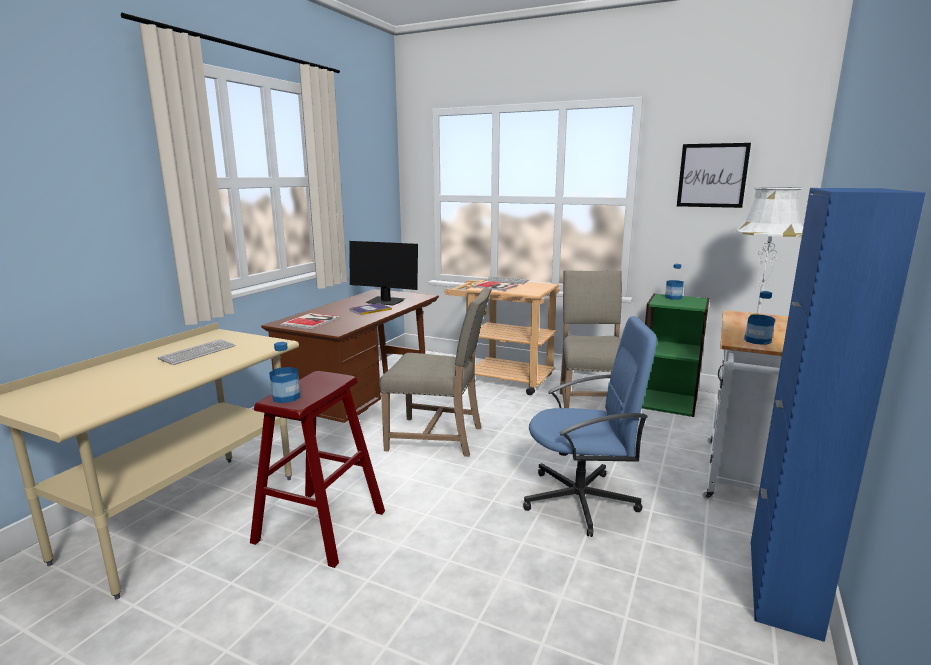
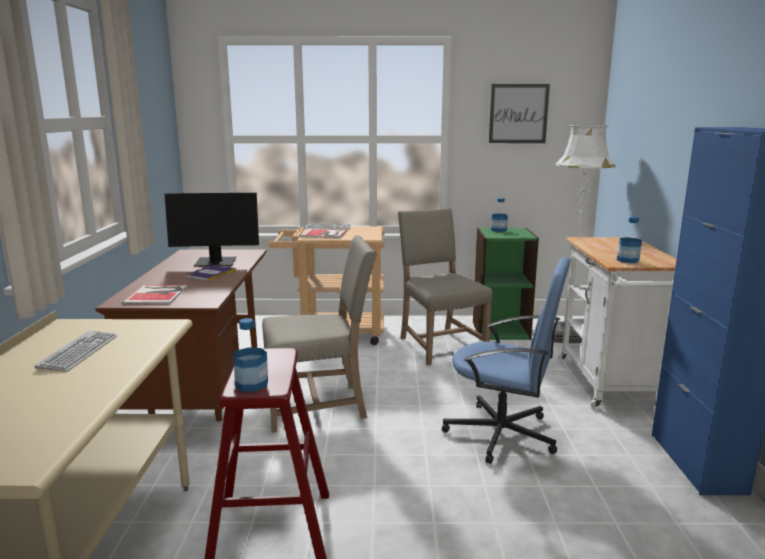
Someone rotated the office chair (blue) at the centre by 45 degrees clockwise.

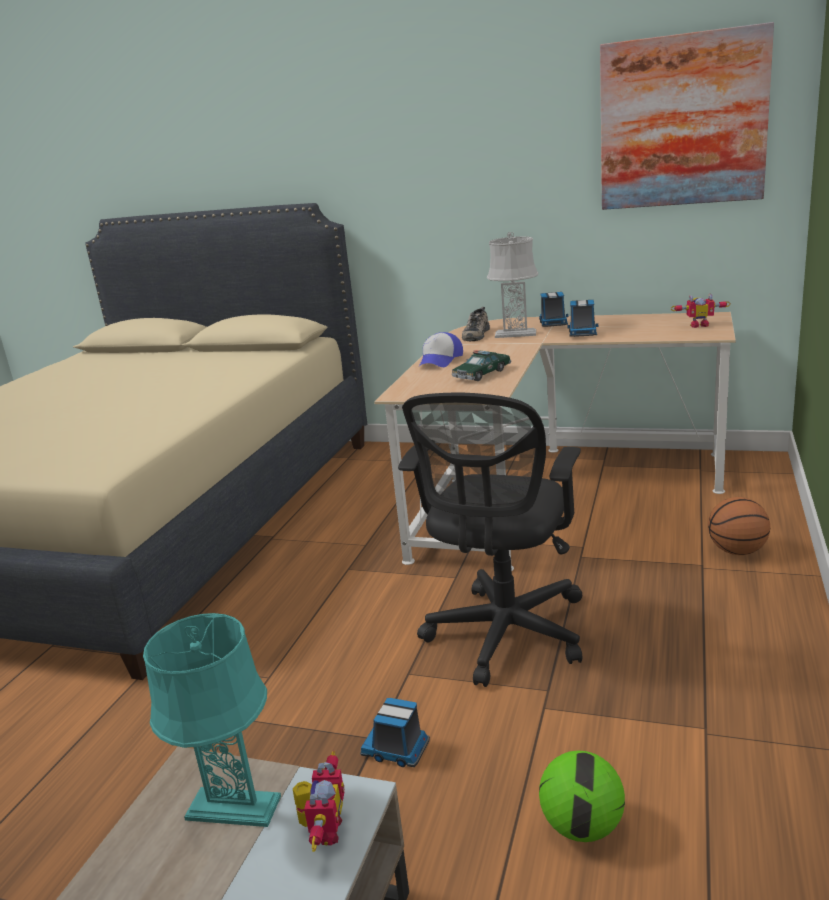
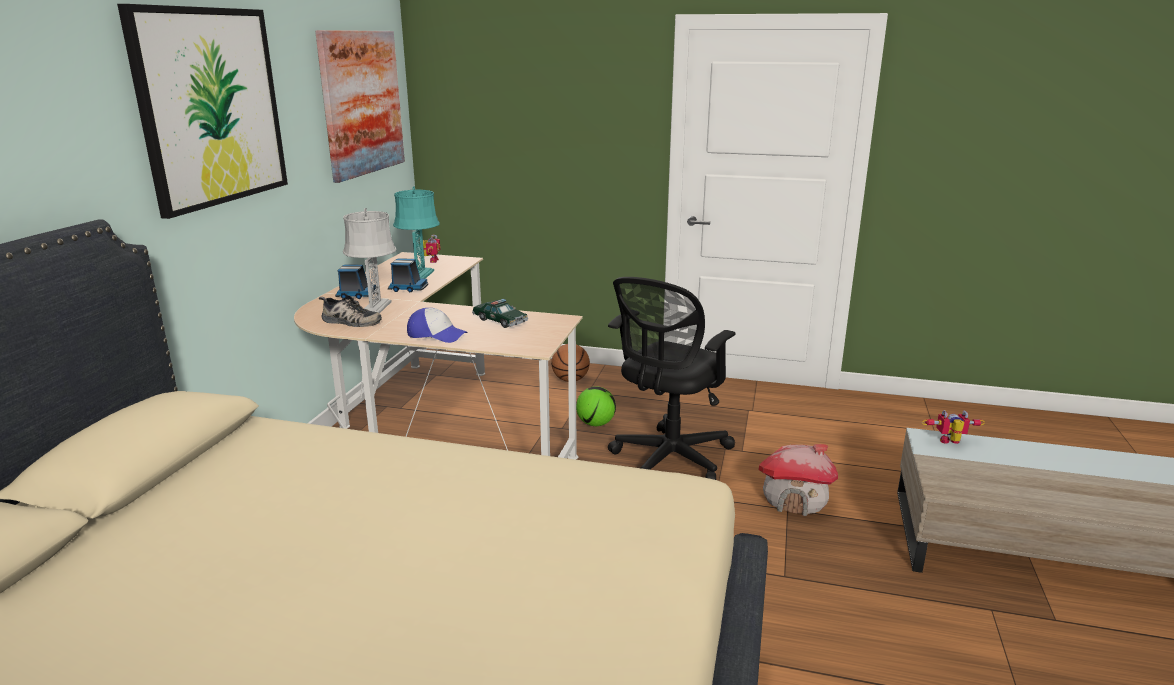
Someone carried the table lamp (turquoise) from the bottom left to the centre. Someone swapped the toy truck (1st from left) at the bottom centre for the toy house at the bottom right. Someone rotated the office chair (black) at the centre by 105 degrees clockwise. Someone carried the football from the bottom right to the centre. Someone put up the picture (1st from left) at the top left.

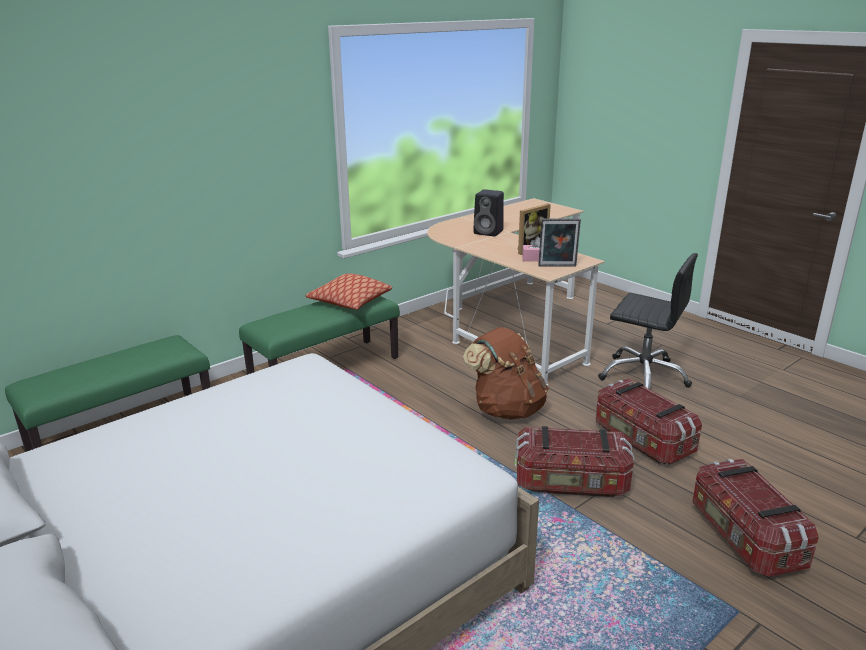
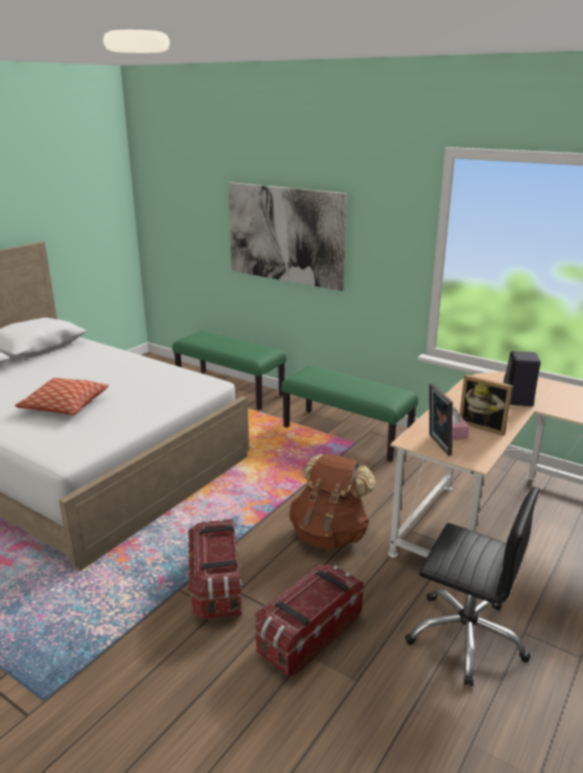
Someone carried the pillow from the centre to the middle left. Someone rotated the office chair (black) at the middle right by 75 degrees counterclockwise. Someone took away the storage box (3rd from left) at the bottom right. Someone put up the picture at the top centre.

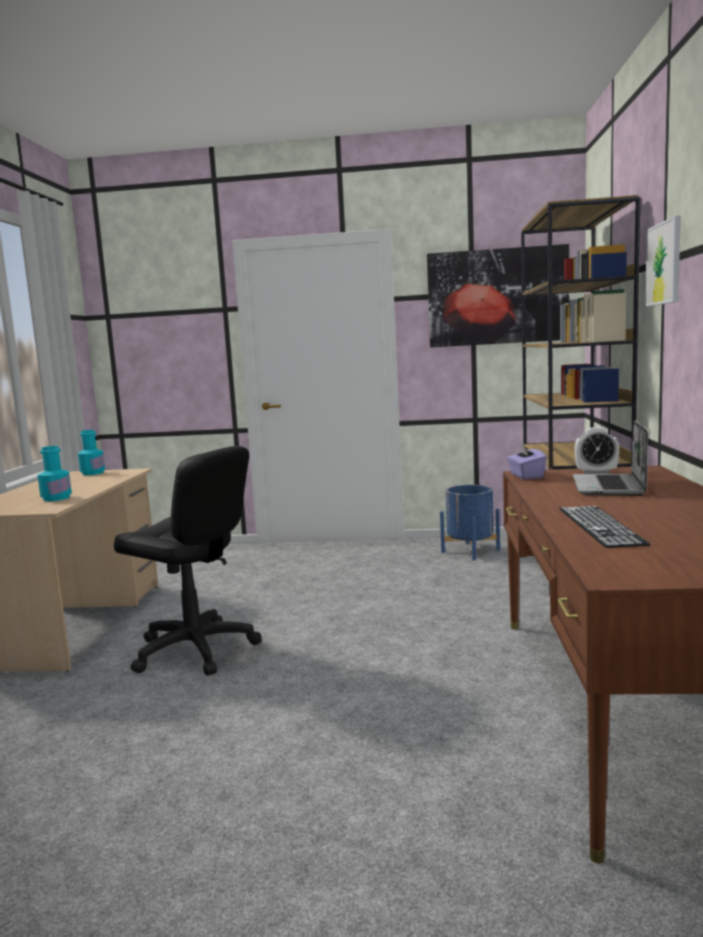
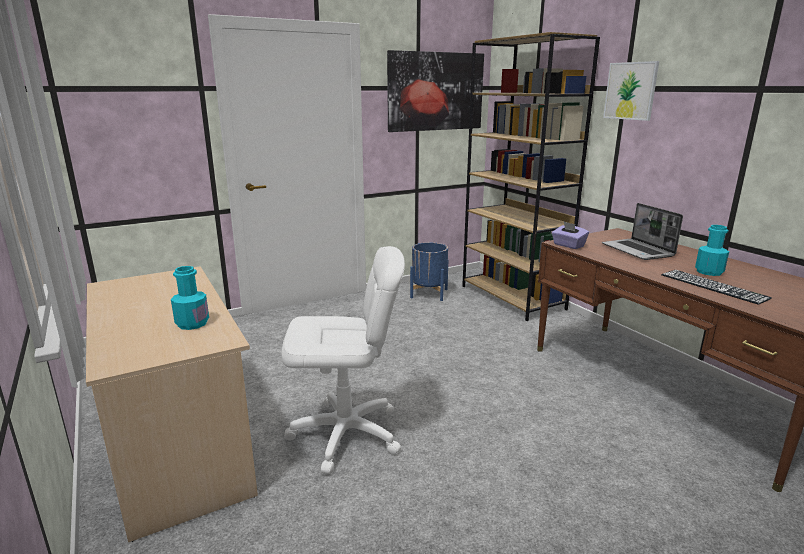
Someone carried the bottle (turquoise) (2nd from left) from the middle left to the middle right. Someone repainted the office chair (black) at the middle left, which became the office chair (white) at the centre. Someone took away the alarm clock at the middle right.

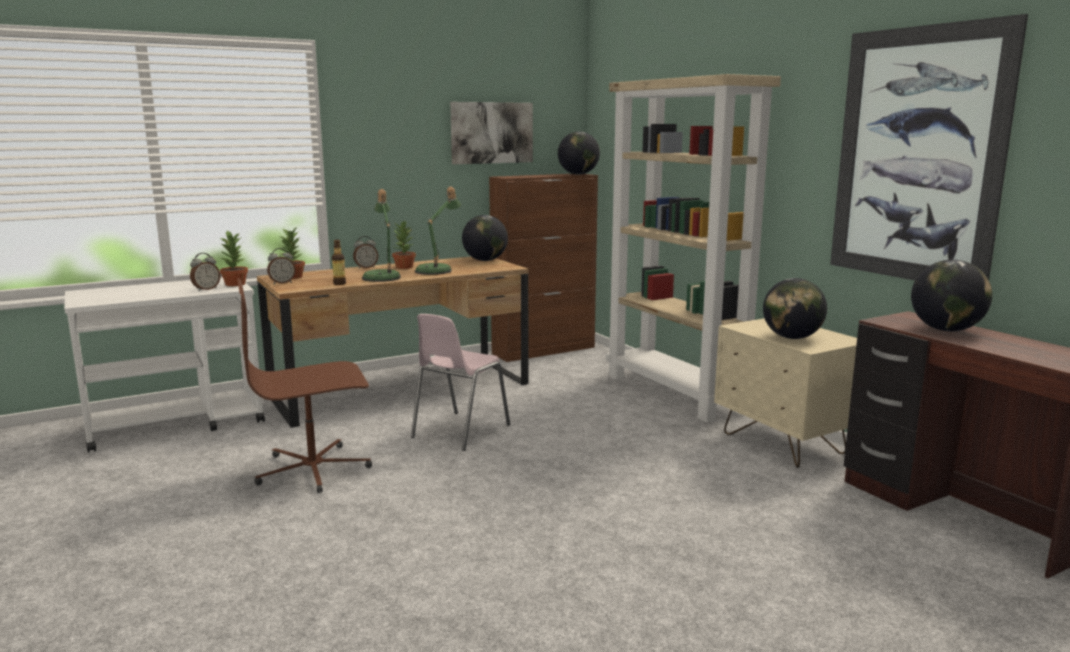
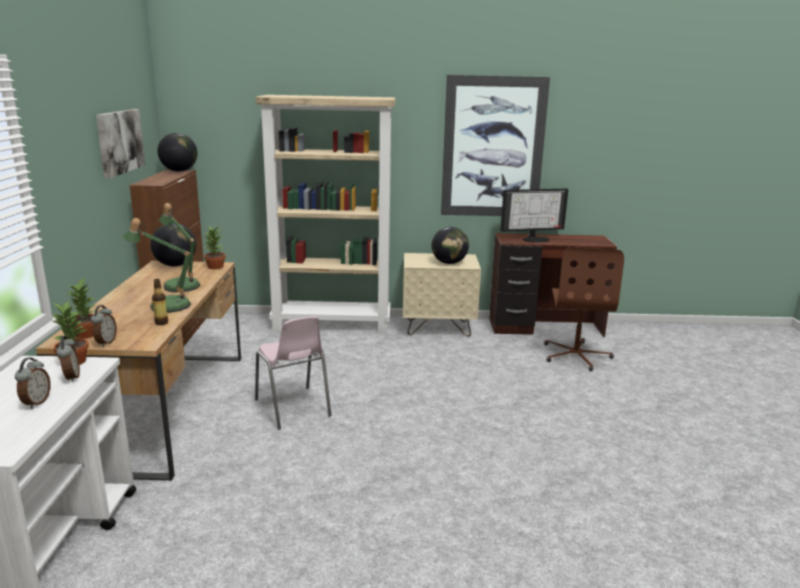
Someone carried the office chair (brown) from the middle left to the middle right. Someone carried the alarm clock (3rd from left in the first image) from the centre to the middle left. Someone carried the potted plant (3rd from left) from the centre to the middle left. Someone swapped the globe (4th from left) at the middle right for the monitor at the middle right.

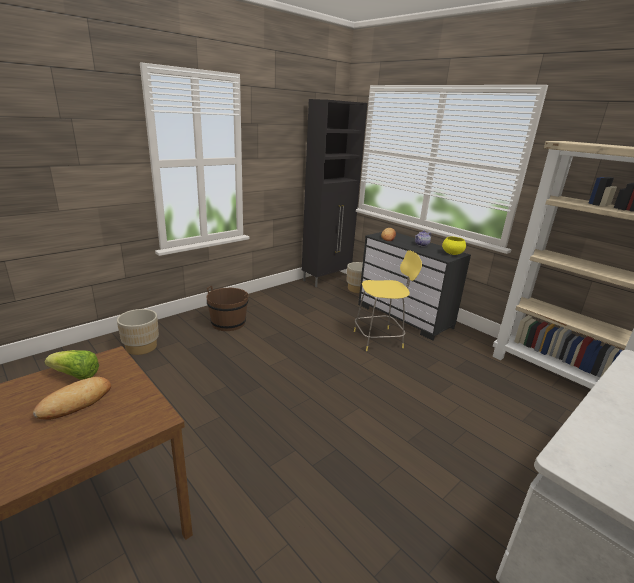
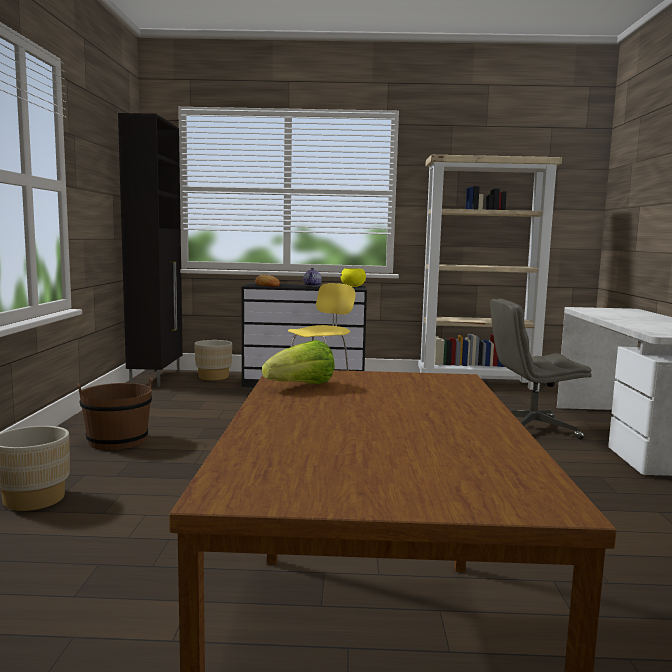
Someone took away the bread (1st from left) at the bottom left. Someone put down the office chair (grey) at the middle right.

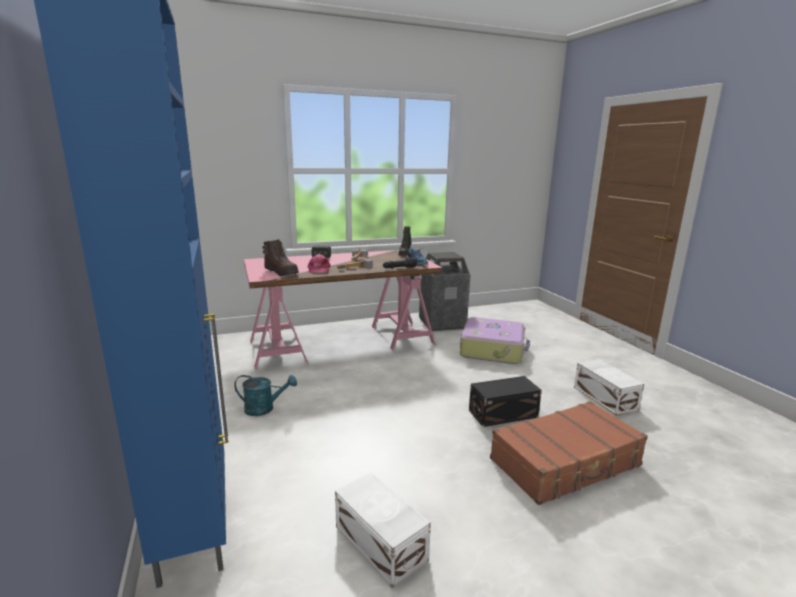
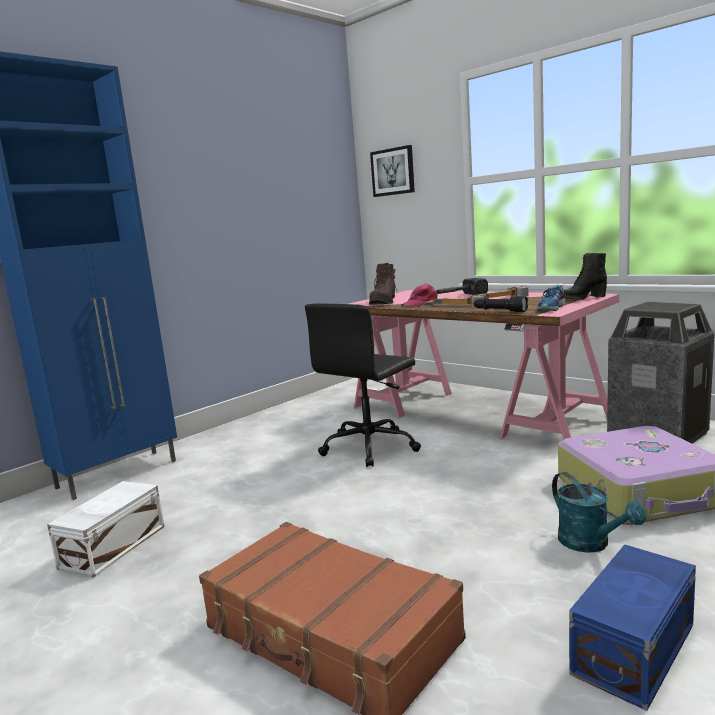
Someone carried the watering can (turquoise) from the middle left to the bottom right. Someone took away the storage box (black) at the bottom centre. Someone repainted the storage box (white) (2nd from left) at the middle right, which became the storage box (blue) at the bottom right. Someone put down the office chair (black) at the centre. Someone put up the picture at the top centre.

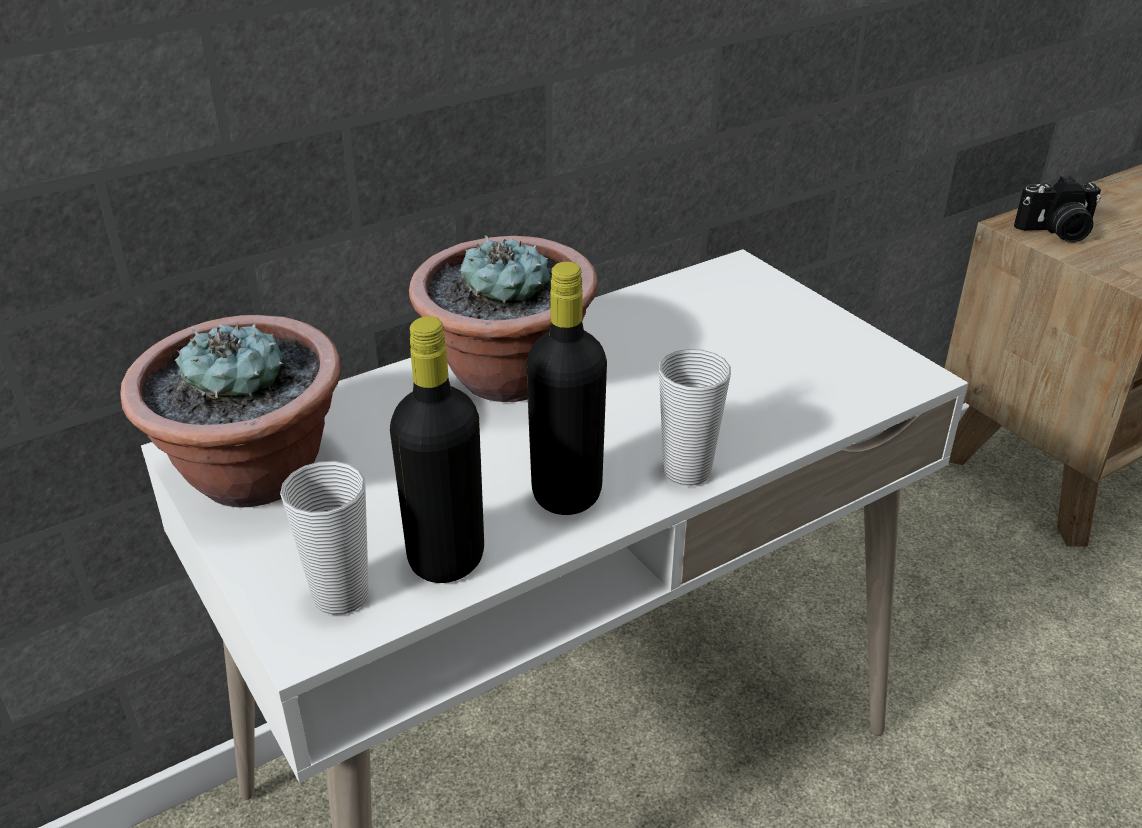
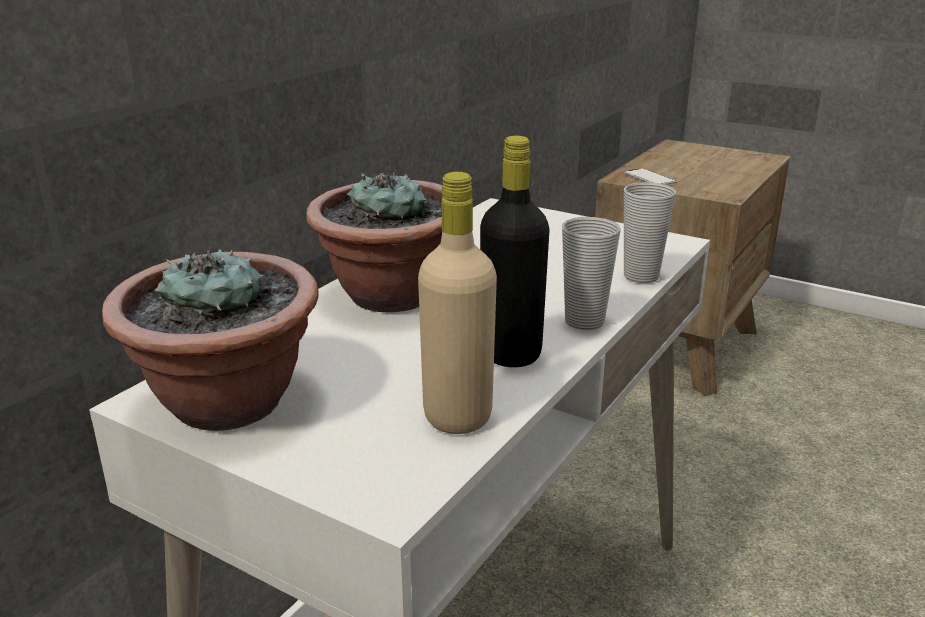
Someone carried the cup (1st from left in the first image) from the middle left to the middle right. Someone repainted the bottle (black) (1st from left) at the centre, which became the bottle (beige) at the centre. Someone swapped the photo camera at the top right for the phone at the top right.

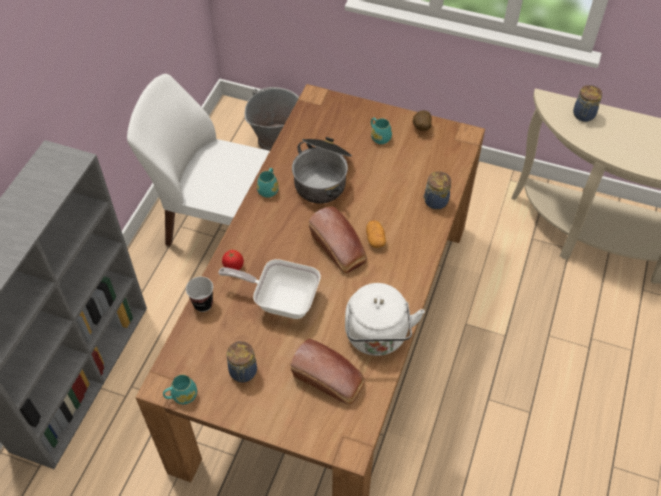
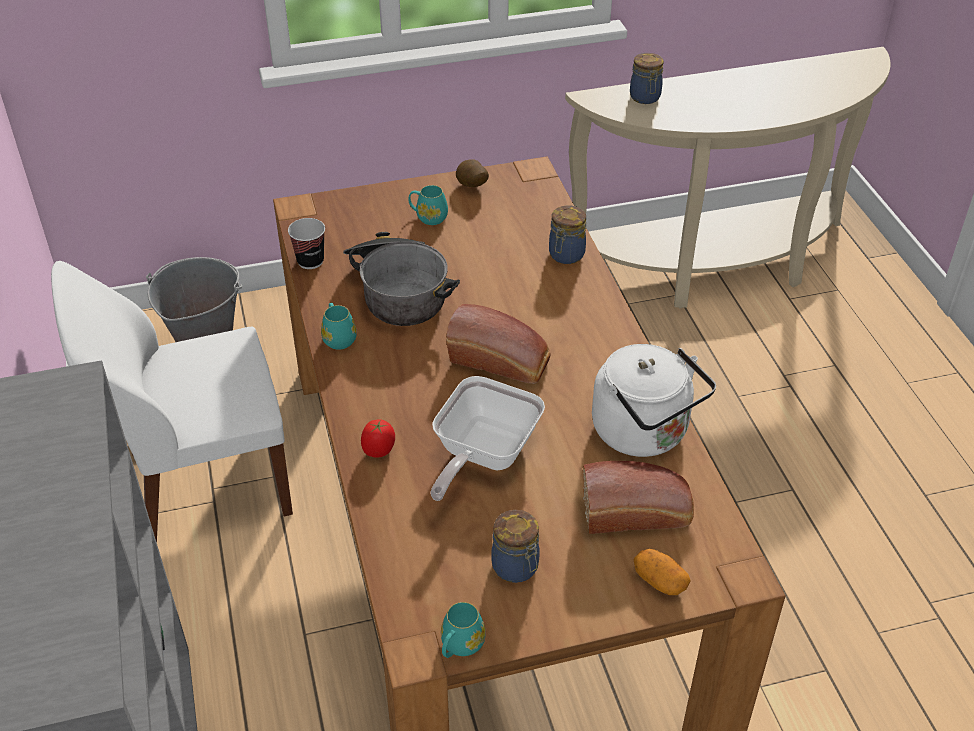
Someone carried the cup from the middle left to the top left. Someone rotated the frying pan at the centre by 45 degrees counterclockwise. Someone carried the potato (1st from left in the first image) from the centre to the bottom right.

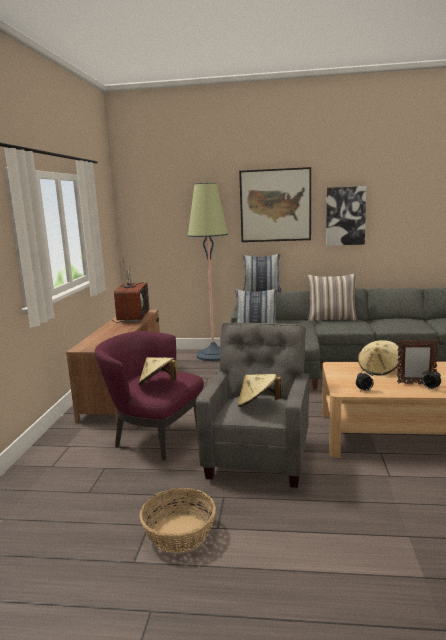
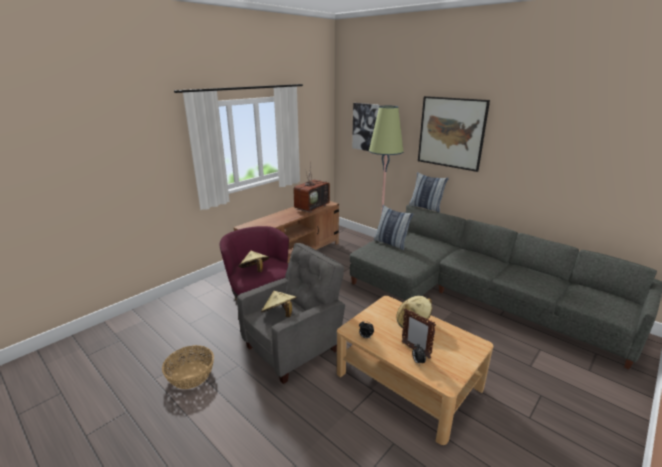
Someone took away the pillow (3rd from left) at the middle right. Someone carried the picture (2nd from left in the first image) from the middle right to the top centre.

